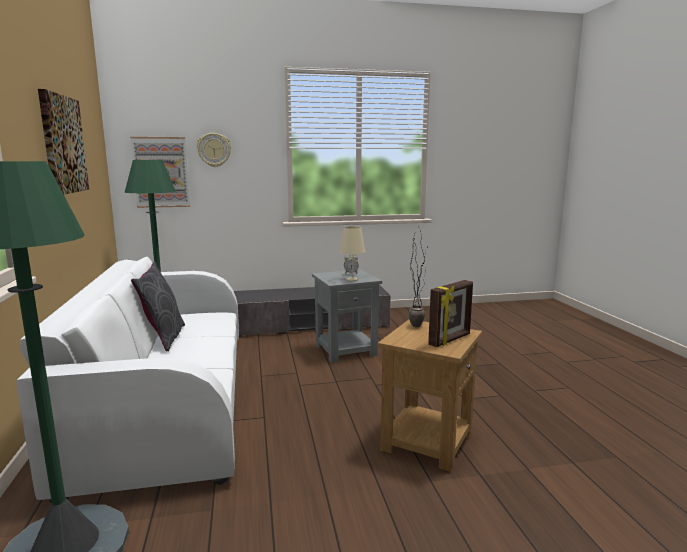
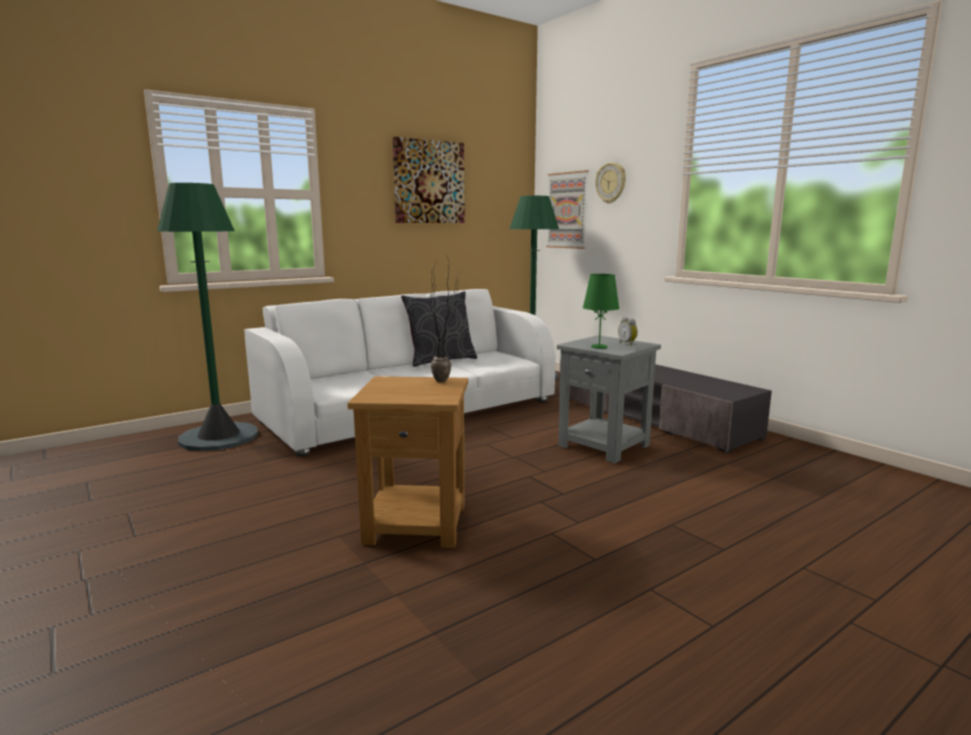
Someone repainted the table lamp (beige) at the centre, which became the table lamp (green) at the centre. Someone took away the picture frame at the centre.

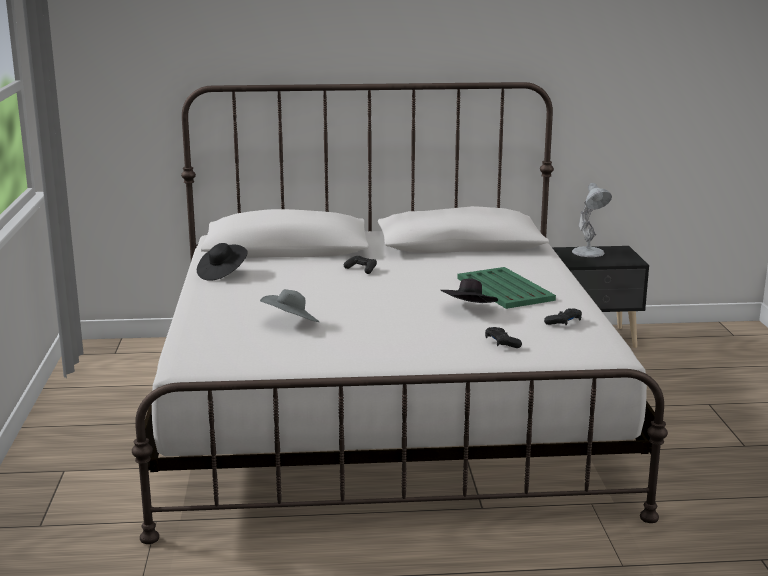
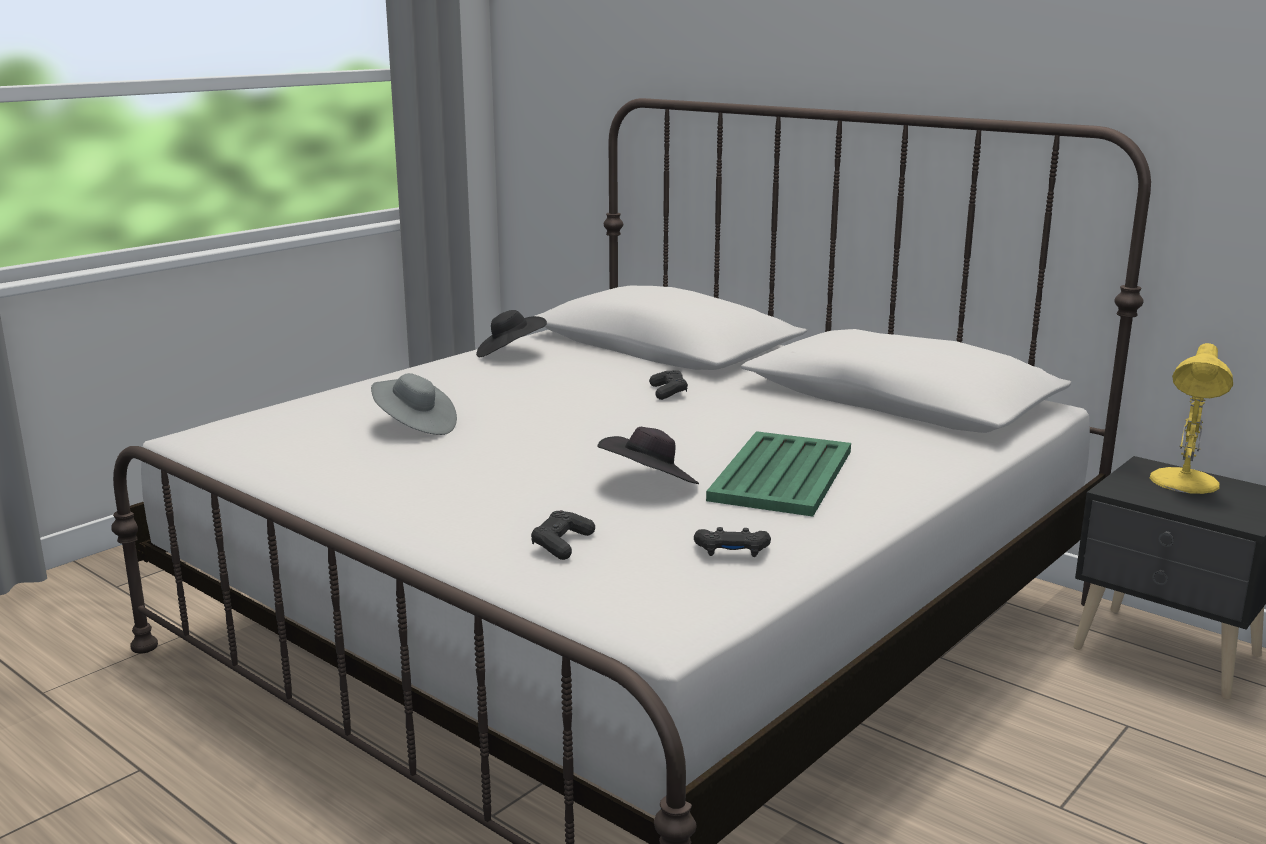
Someone repainted the table lamp (white) at the middle right, which became the table lamp (yellow) at the middle right.

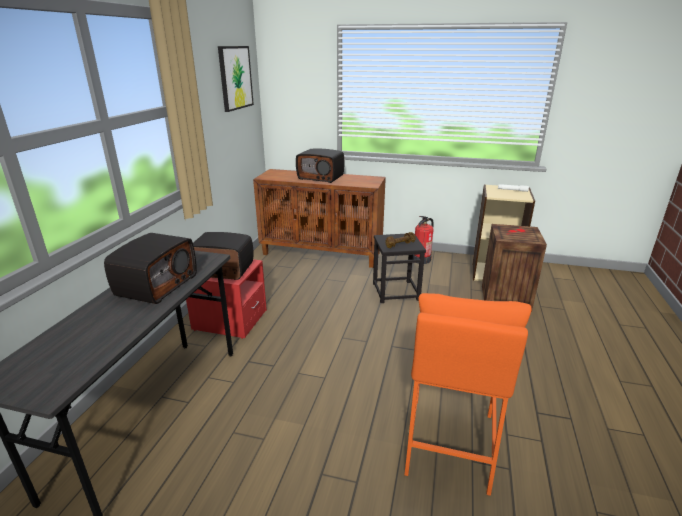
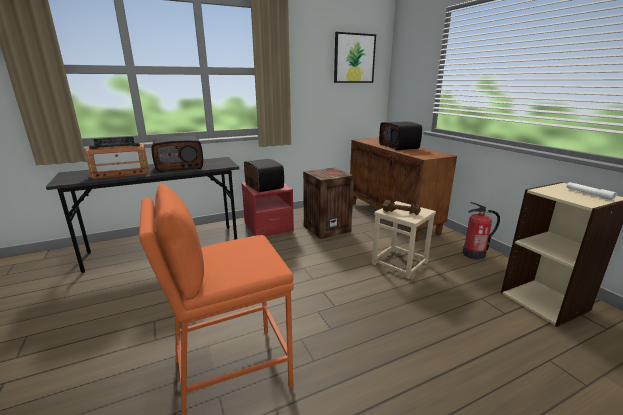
Someone repainted the stool (black) at the centre, which became the stool (beige) at the centre. Someone carried the crate from the middle right to the centre. Someone put down the radio (1st from left) at the middle left.

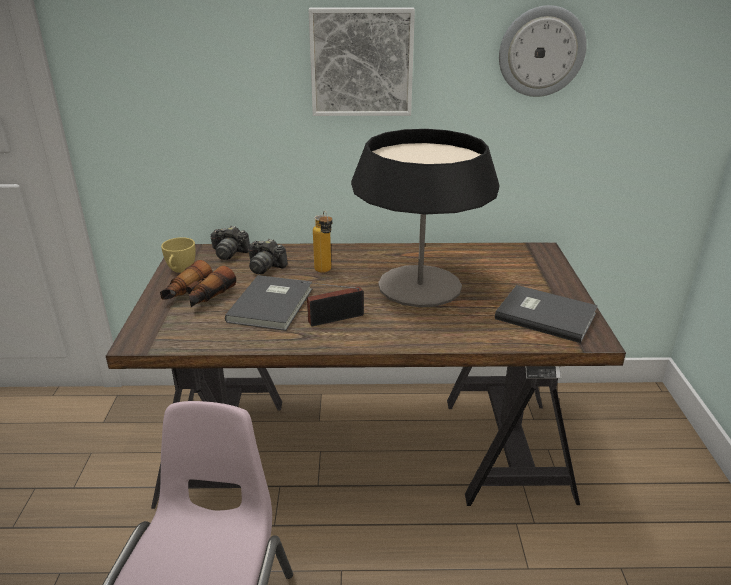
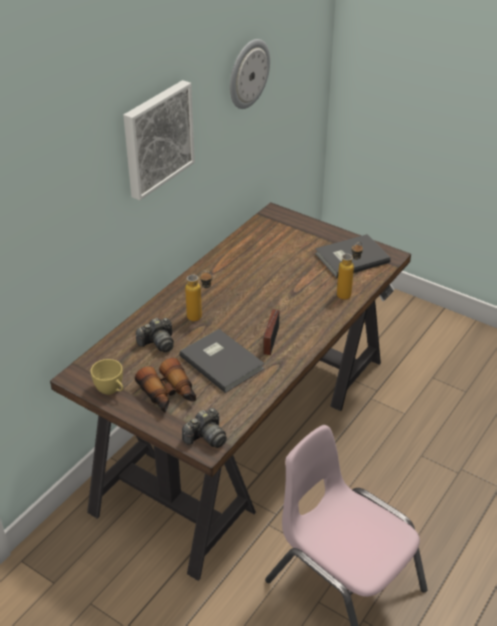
Someone carried the photo camera (1st from left in the first image) from the middle left to the bottom centre. Someone took away the table lamp at the centre. Someone put down the bottle (2nd from left) at the middle right.

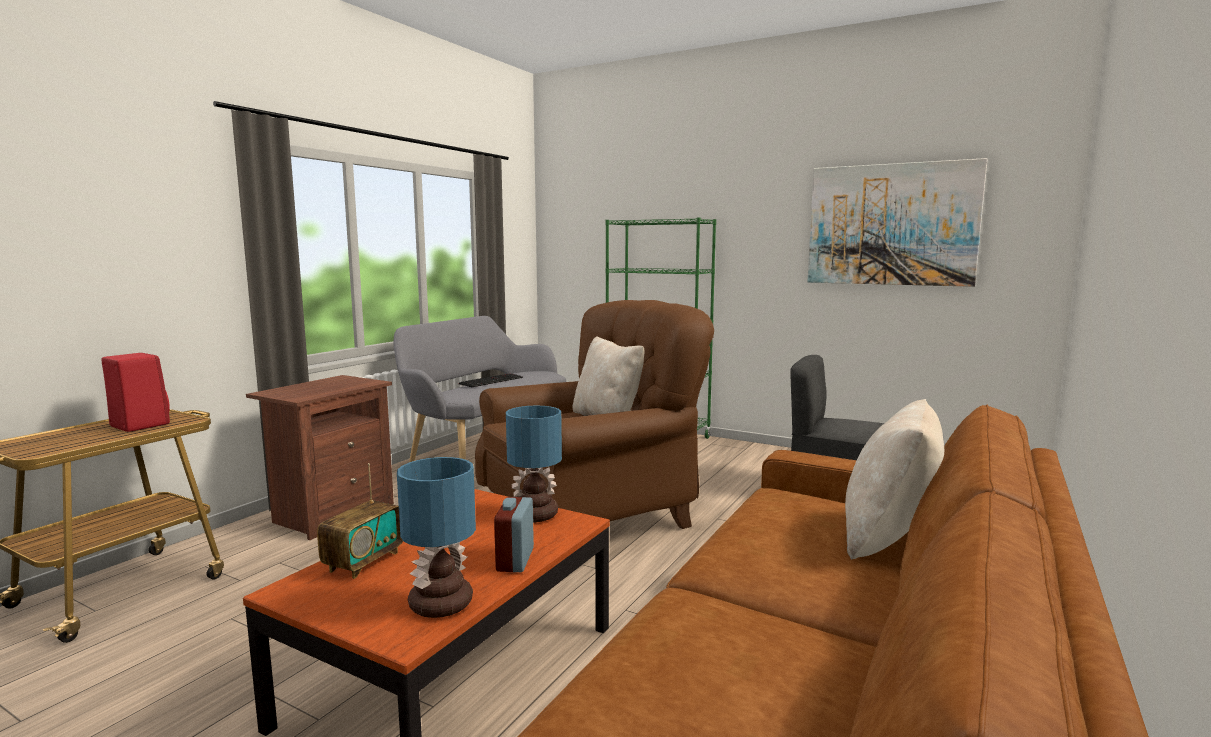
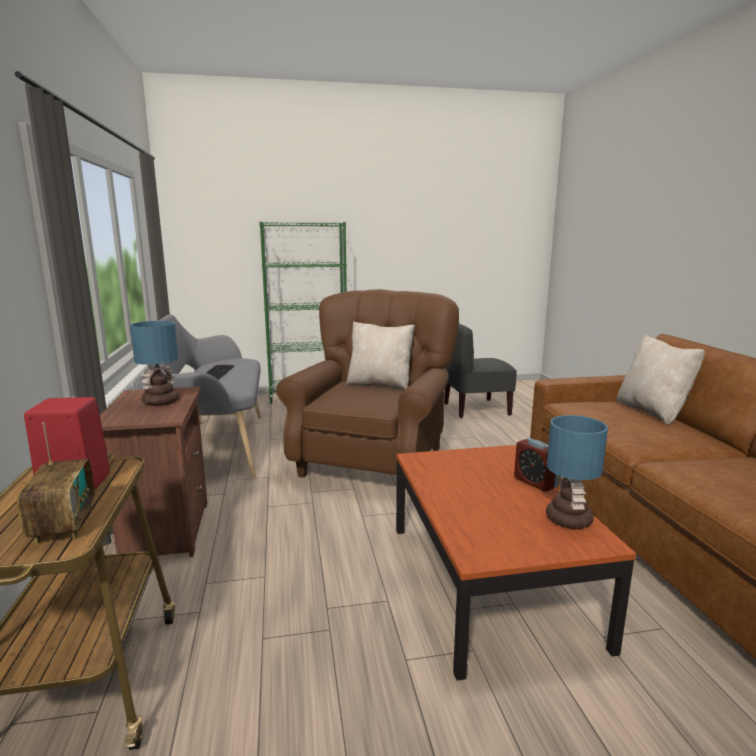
Someone carried the radio from the bottom left to the middle left. Someone carried the table lamp (2nd from left in the first image) from the centre to the middle left. Someone took away the picture at the top right.

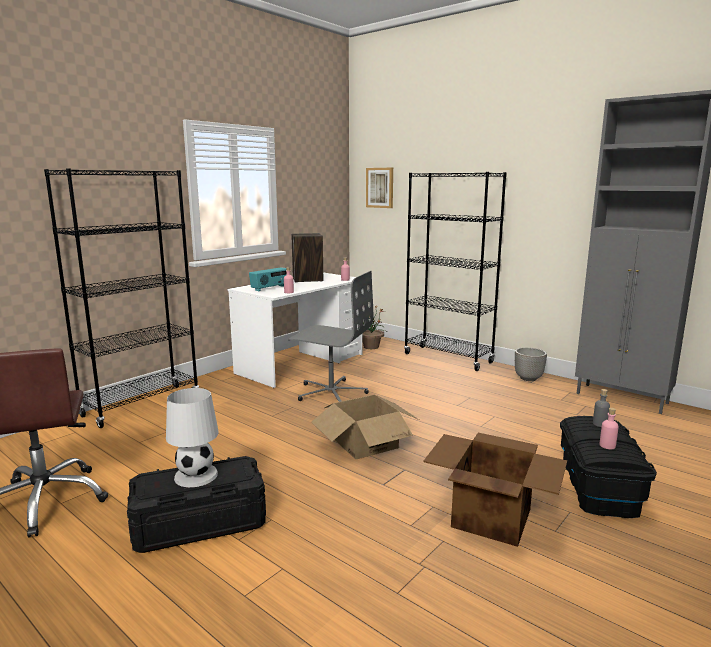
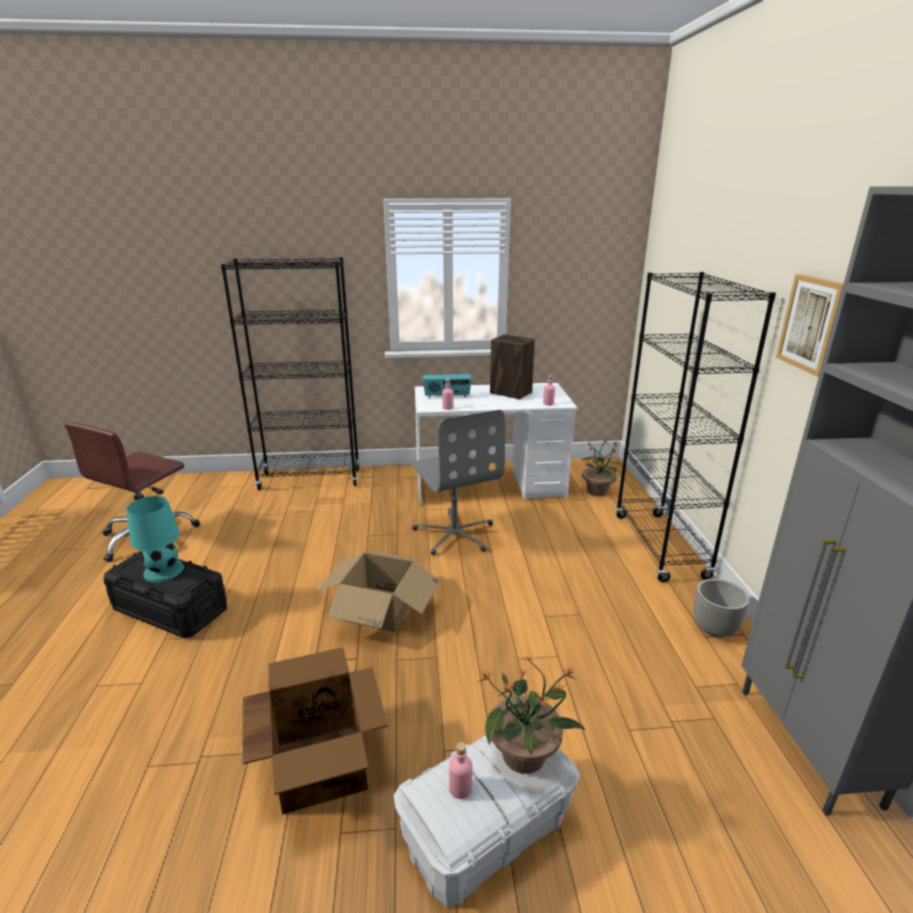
Someone repainted the table lamp (white) at the bottom left, which became the table lamp (turquoise) at the middle left. Someone carried the picture from the top centre to the middle right. Someone repainted the storage box (black) (2nd from left) at the bottom right, which became the storage box (white) at the bottom centre. Someone swapped the bottle (grey) at the middle right for the potted plant (1st from left) at the bottom centre.

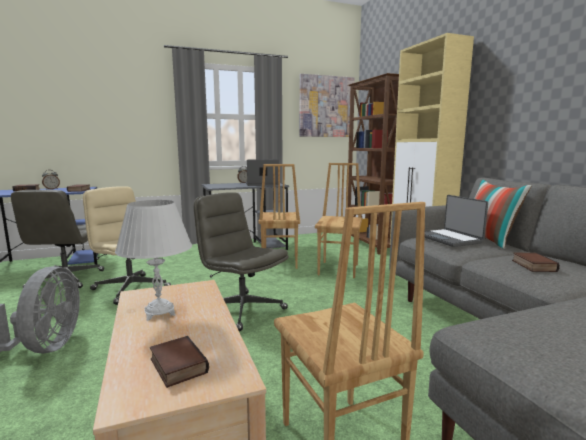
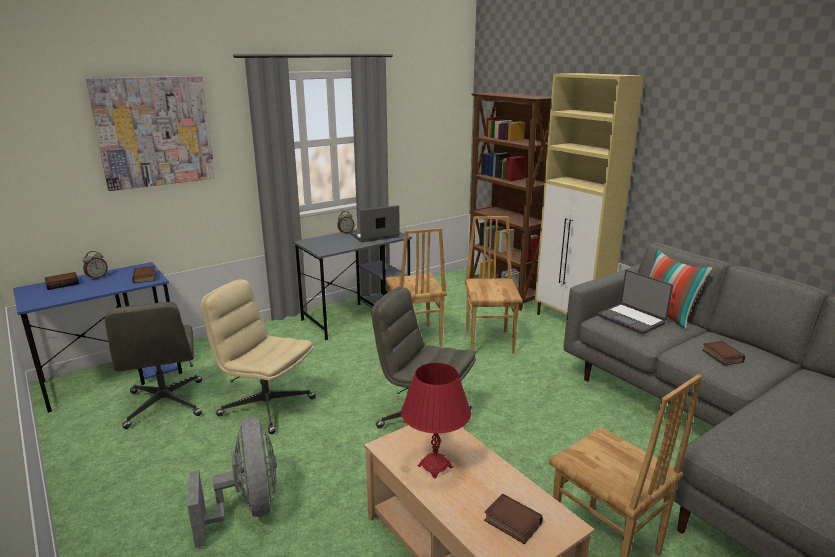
Someone repainted the table lamp (white) at the middle left, which became the table lamp (red) at the bottom centre. Someone carried the picture from the top centre to the top left.

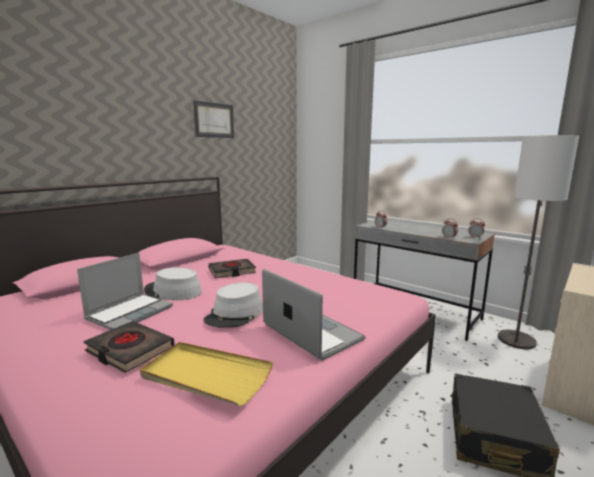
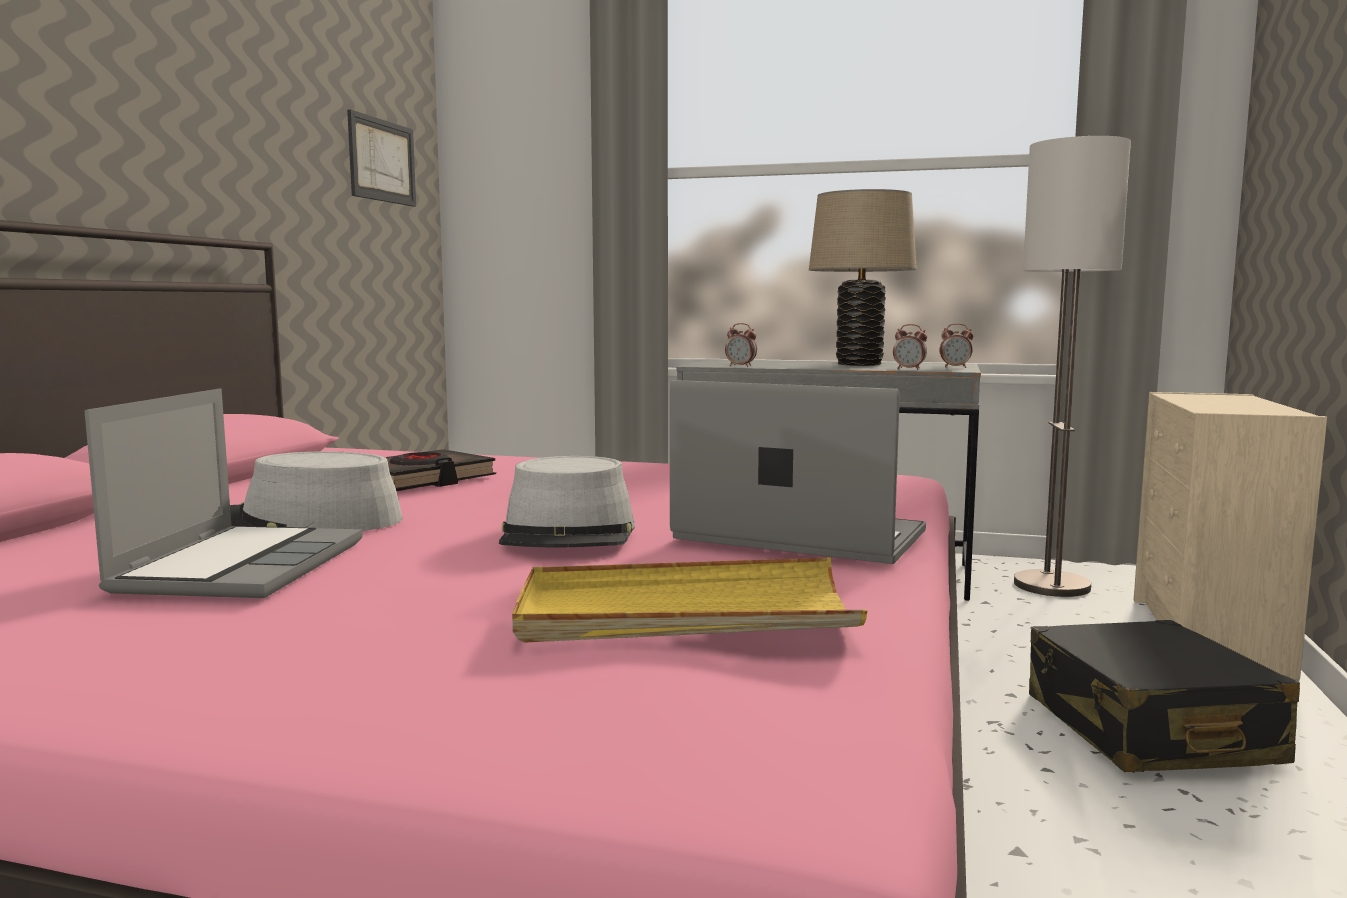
Someone took away the book (black) (1st from left) at the bottom left. Someone carried the picture from the top centre to the top left. Someone put down the table lamp (beige) at the top centre.

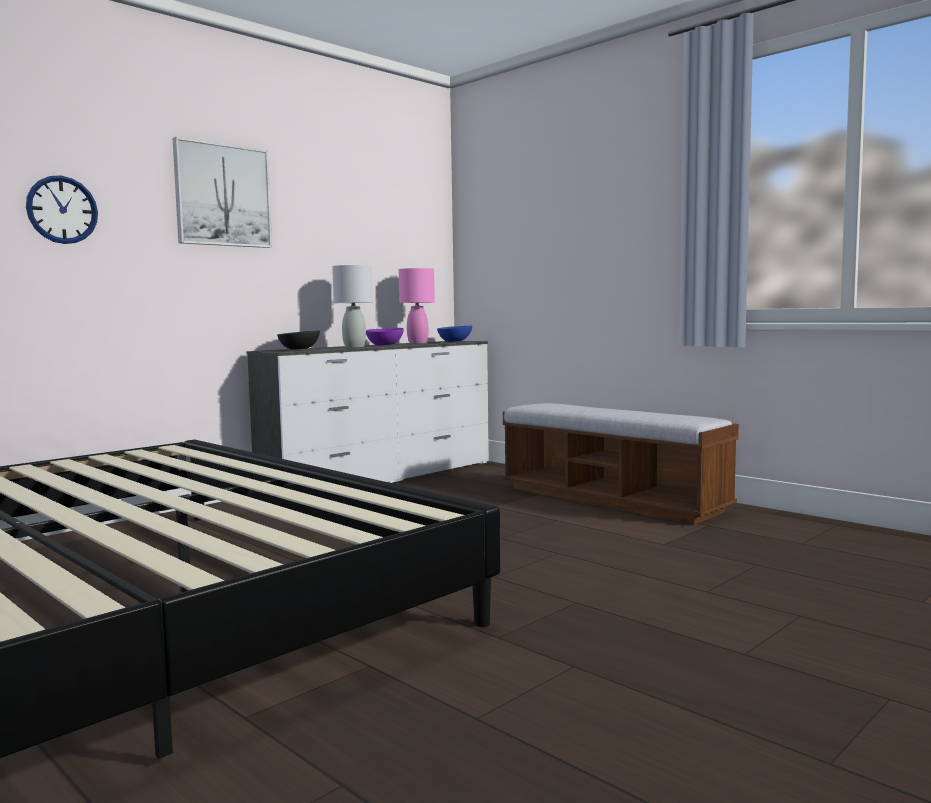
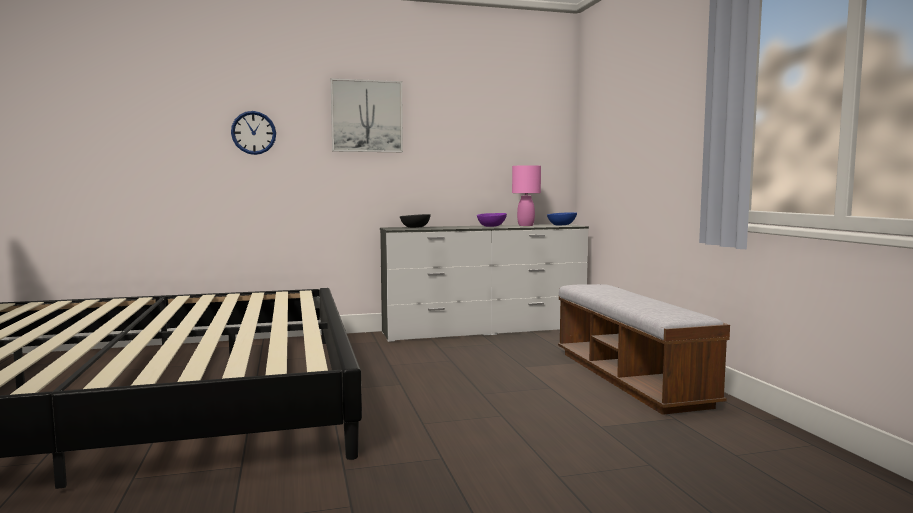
Someone took away the table lamp (grey) at the centre.

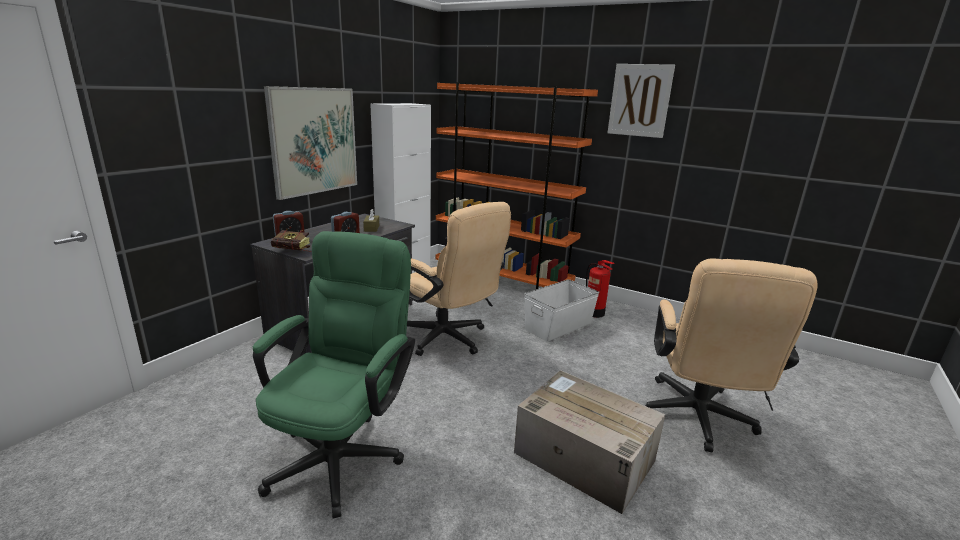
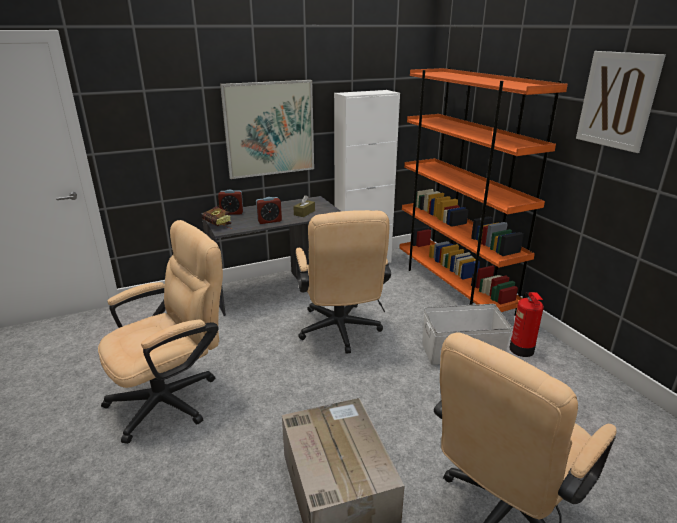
Someone repainted the office chair (green) at the bottom centre, which became the office chair (beige) (1st from left) at the middle left.

